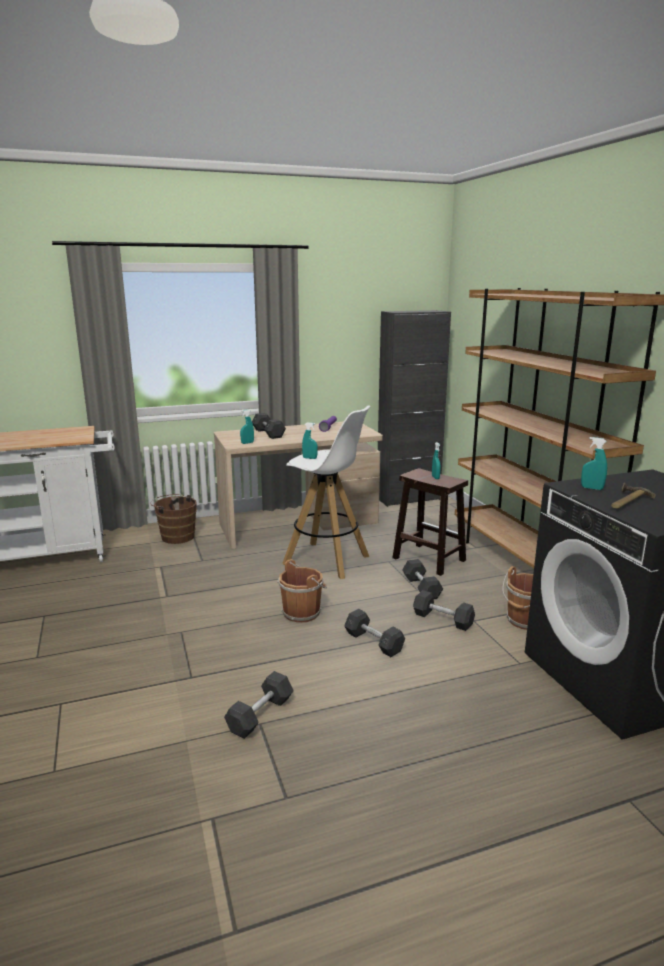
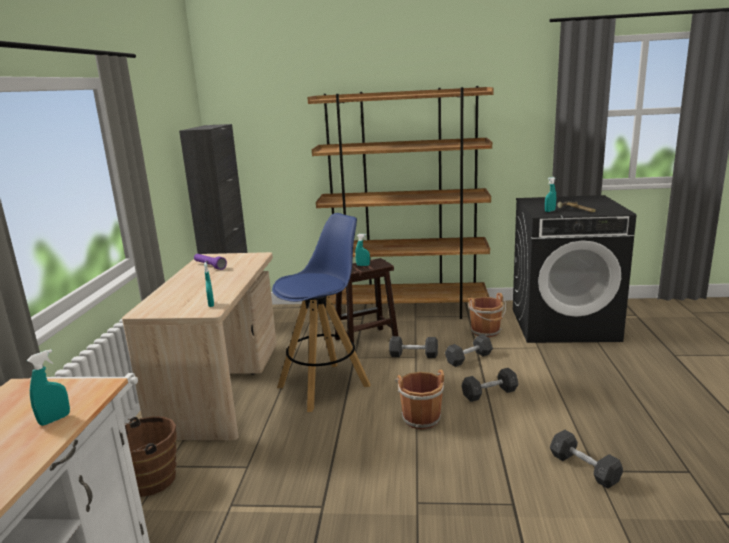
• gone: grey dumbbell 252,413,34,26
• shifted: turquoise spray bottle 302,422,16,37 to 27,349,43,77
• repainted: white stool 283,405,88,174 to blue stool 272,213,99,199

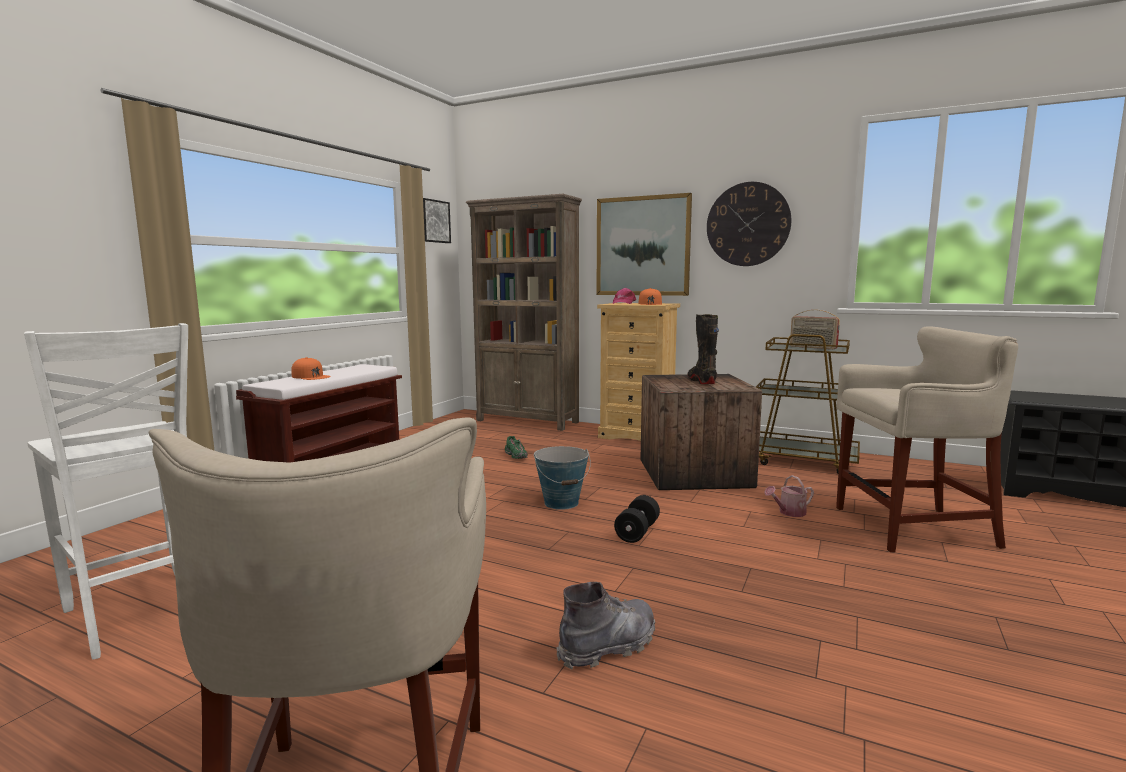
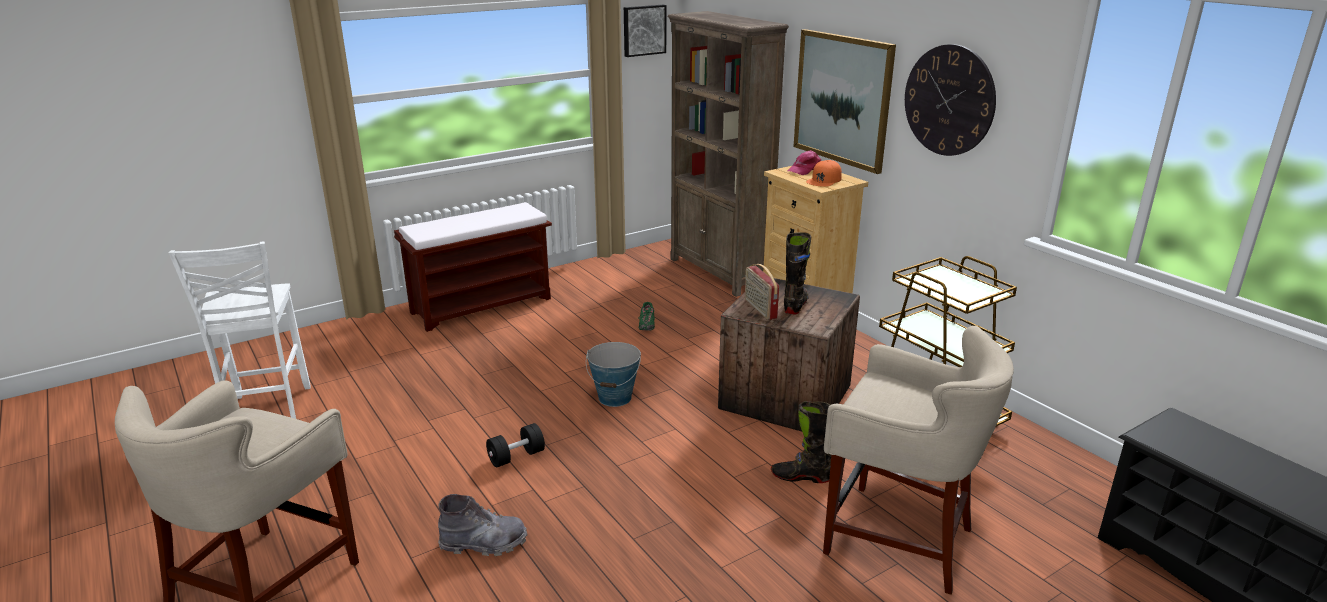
• gone: orange cap 291,357,40,23
• shifted: black dumbbell 614,495,46,48 to 486,423,59,45
• shifted: radio 790,310,50,39 to 745,264,34,56
• swapped: watering can 764,475,50,42 to black boot 771,401,60,82

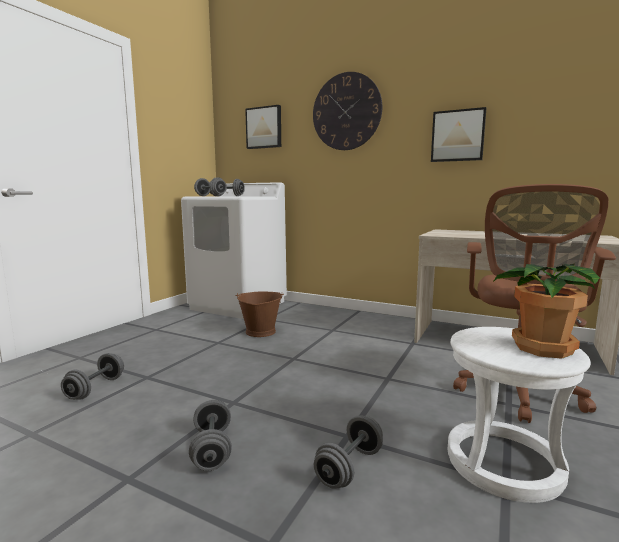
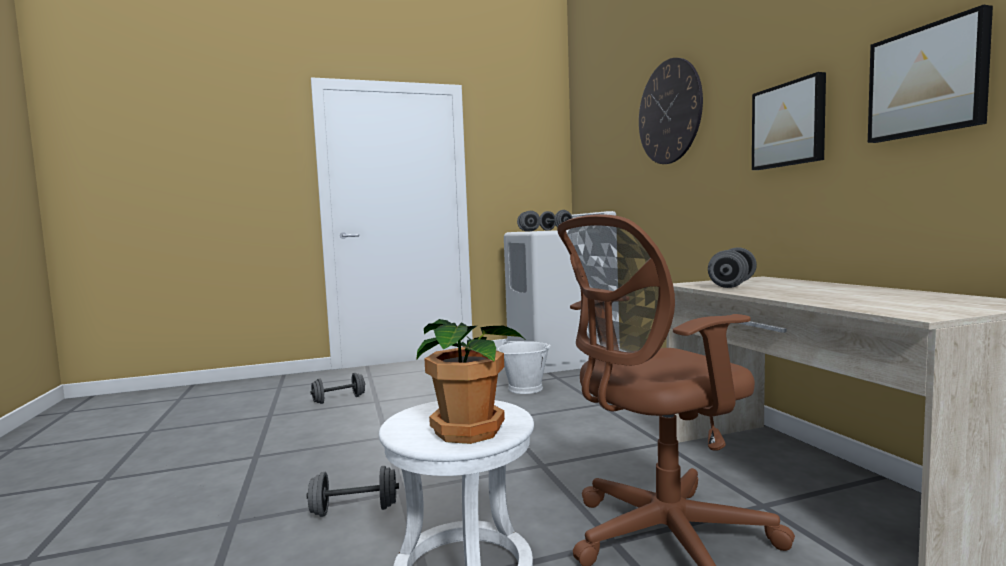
• shifted: grey dumbbell 189,400,43,71 to 708,247,49,41
• shifted: picture 245,105,36,44 to 868,5,125,138
• repainted: brown bucket 235,291,49,46 to white bucket 498,339,53,55

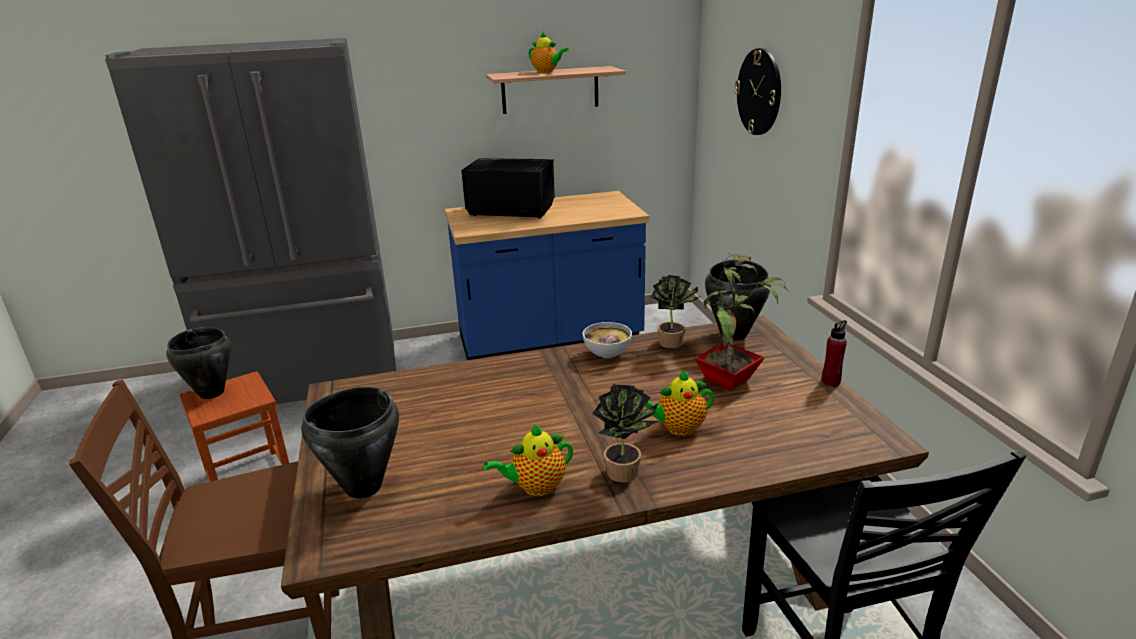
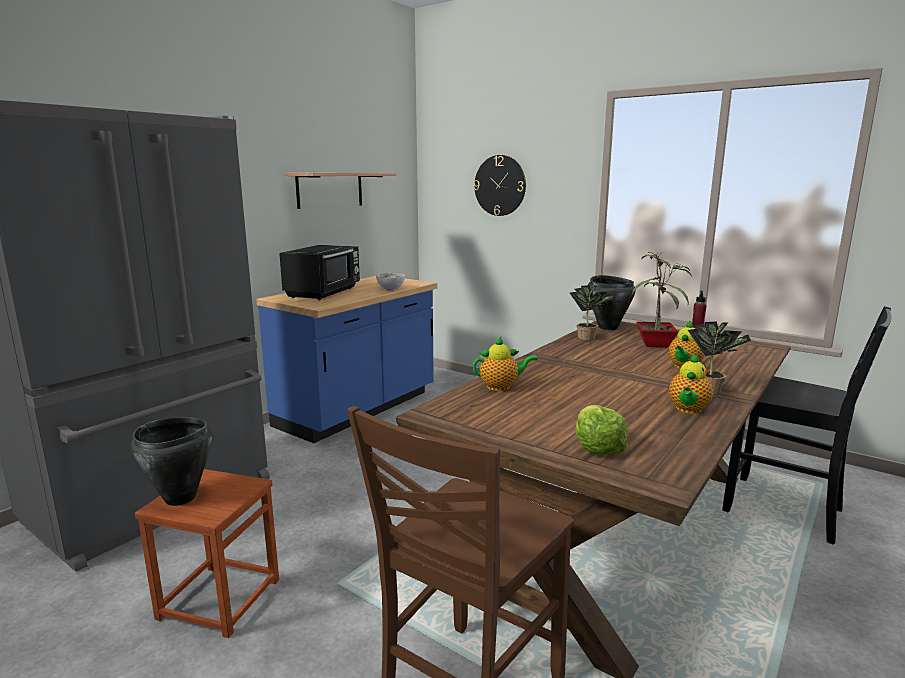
• shifted: teapot 529,32,40,41 to 473,337,65,54
• shifted: bowl 583,322,49,36 to 376,273,29,17
• swapped: black cooking pot 301,387,98,112 to lettuce 575,405,53,50
• rotated: black microwave 461,158,94,60 = 279,245,81,55 135 degrees clockwise

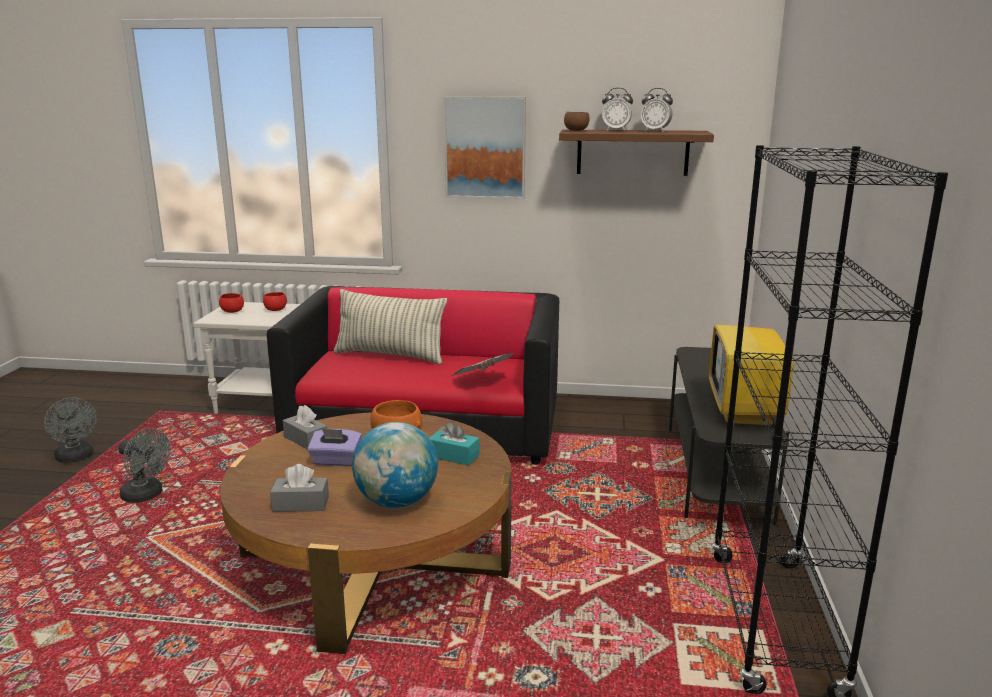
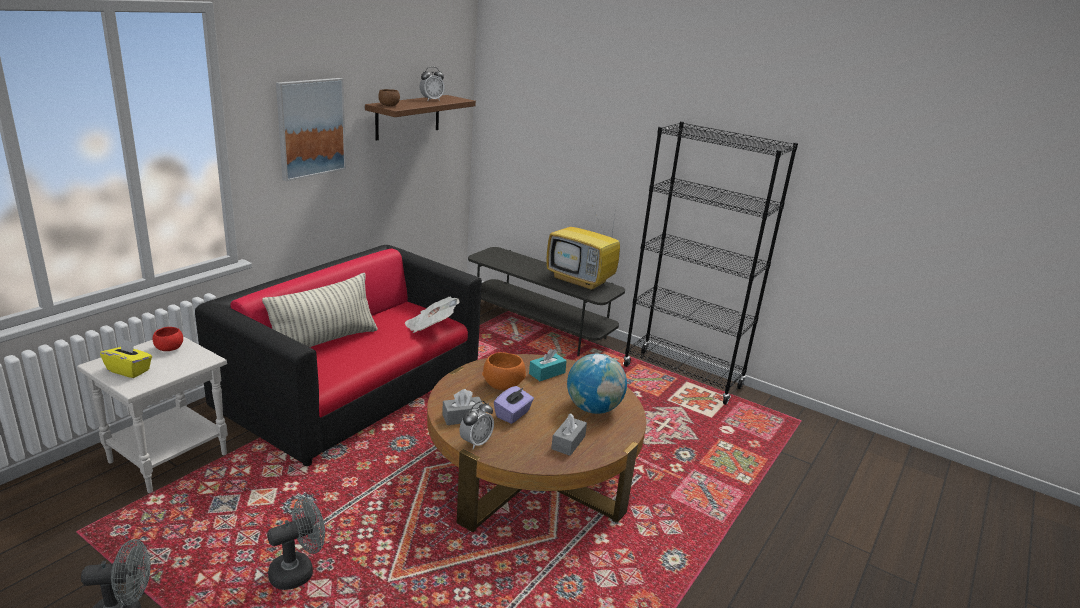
• shifted: alarm clock 602,88,31,43 to 459,401,35,49
• swapped: red bowl 219,293,25,20 to yellow tissue box 100,339,52,39

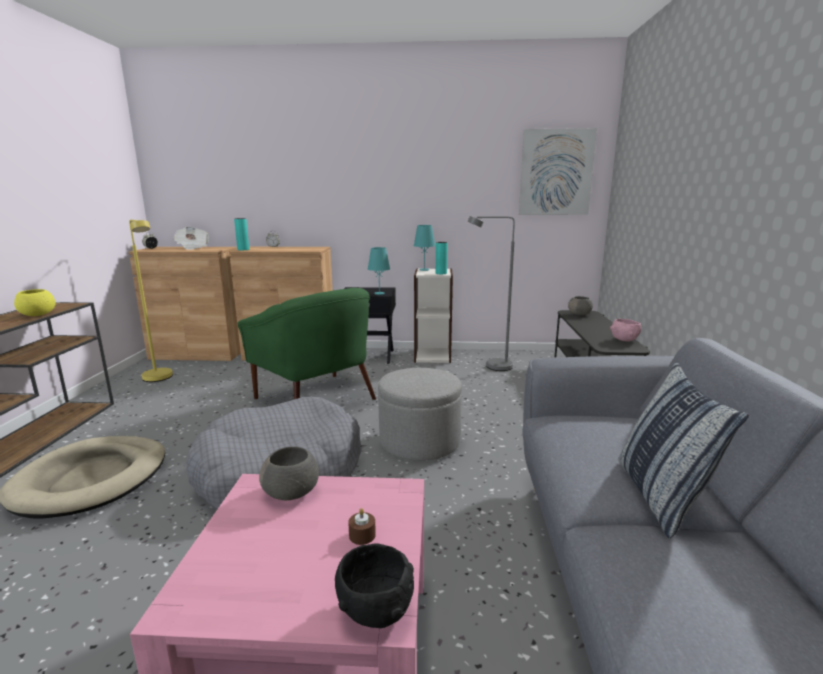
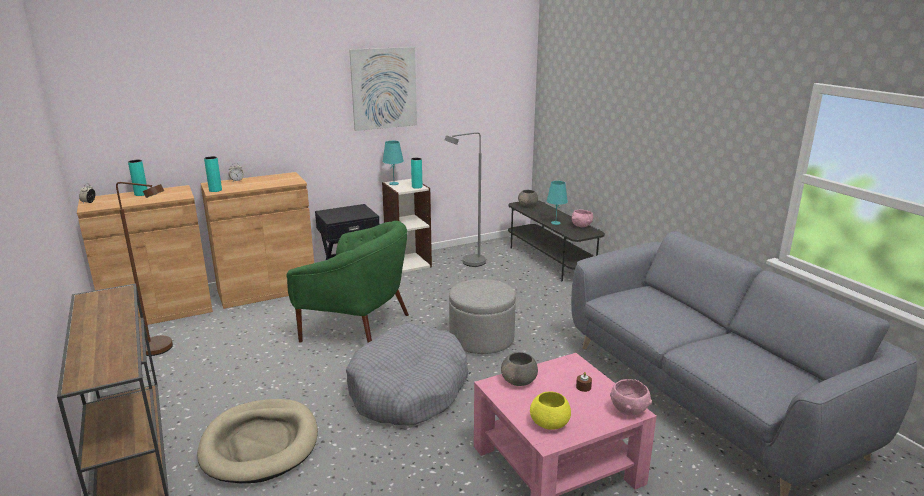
• gone: pillow 618,362,131,176
• shifted: yellow bowl 14,289,42,27 to 530,391,41,39
• shifted: turquoise table lamp 368,247,22,48 to 547,181,21,44
• shifted: picture 519,128,78,87 to 349,47,68,84
• swapped: newspaper 173,227,36,23 to turquoise vase 128,160,19,36
• repainted: yellow floor lamp 129,220,44,162 to brown floor lamp 116,182,57,174
• repainted: black bowl 335,543,79,85 to pink bowl 610,379,42,37

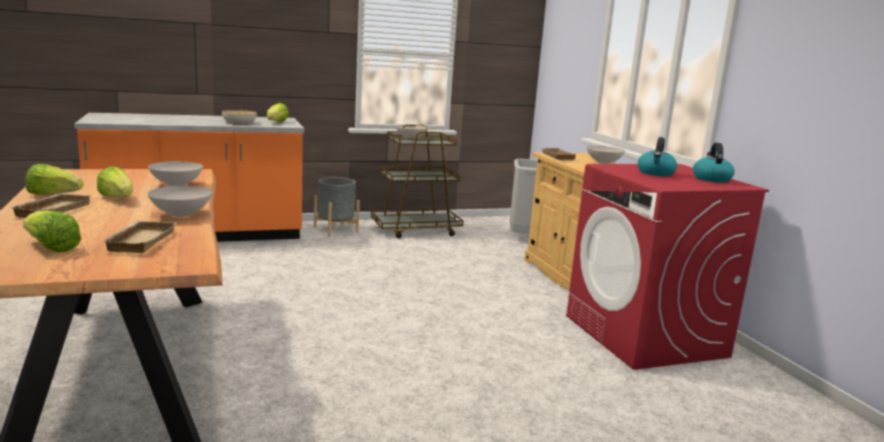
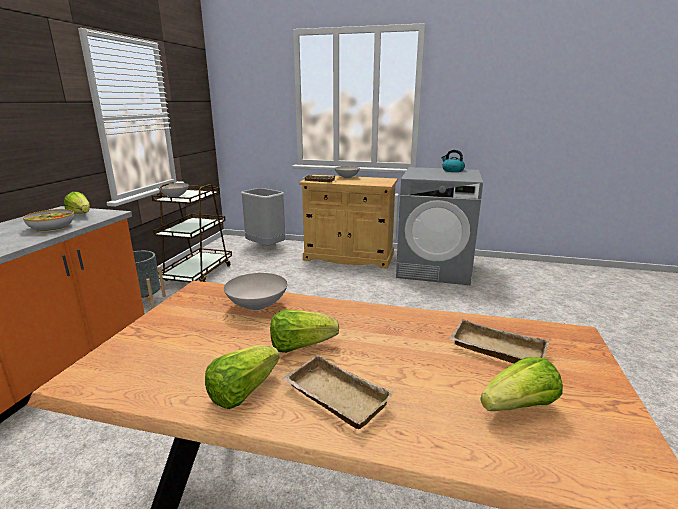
• gone: white bowl 147,186,65,31
• gone: kettle 638,137,39,39
• repainted: red washing machine 566,164,203,206 to grey washing machine 396,167,87,118

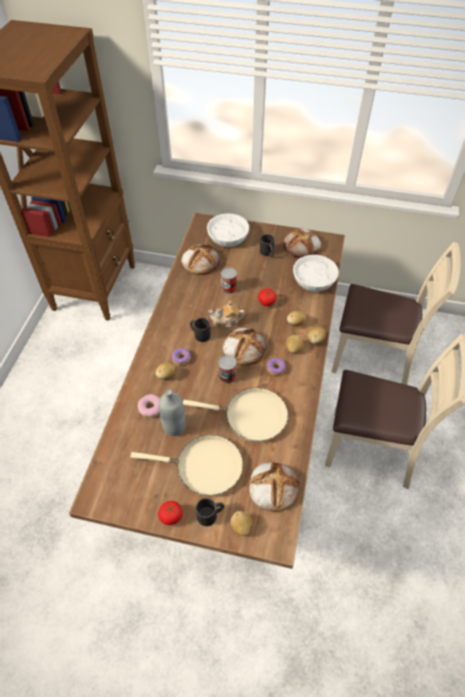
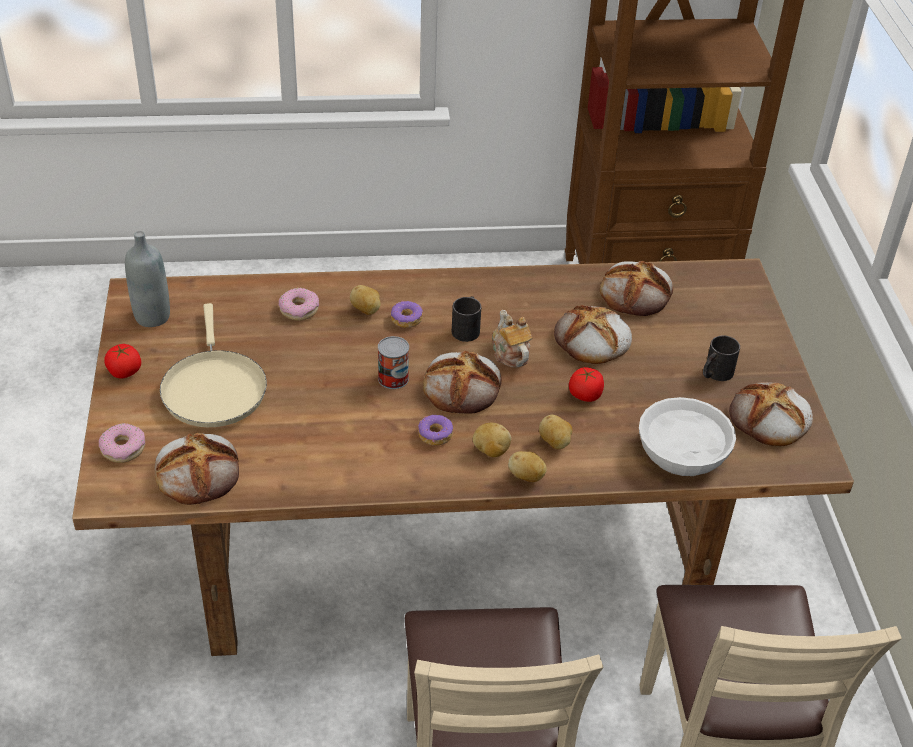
• gone: beige frying pan 183,388,105,54
• gone: black mug 196,498,28,28
• gone: white bowl 207,213,42,34
• shifted: grey bottle 159,389,27,47 to 125,231,45,96
• swapped: can 221,267,16,27 to bread 554,305,78,59
• swapped: potato 230,511,23,25 to donut 99,423,46,40

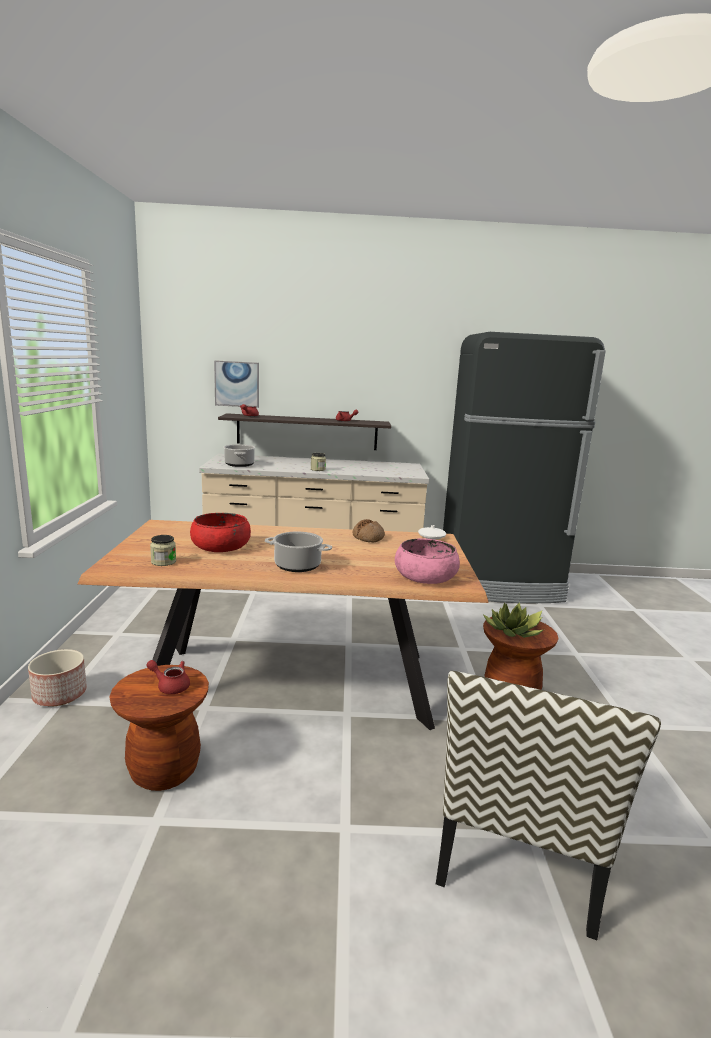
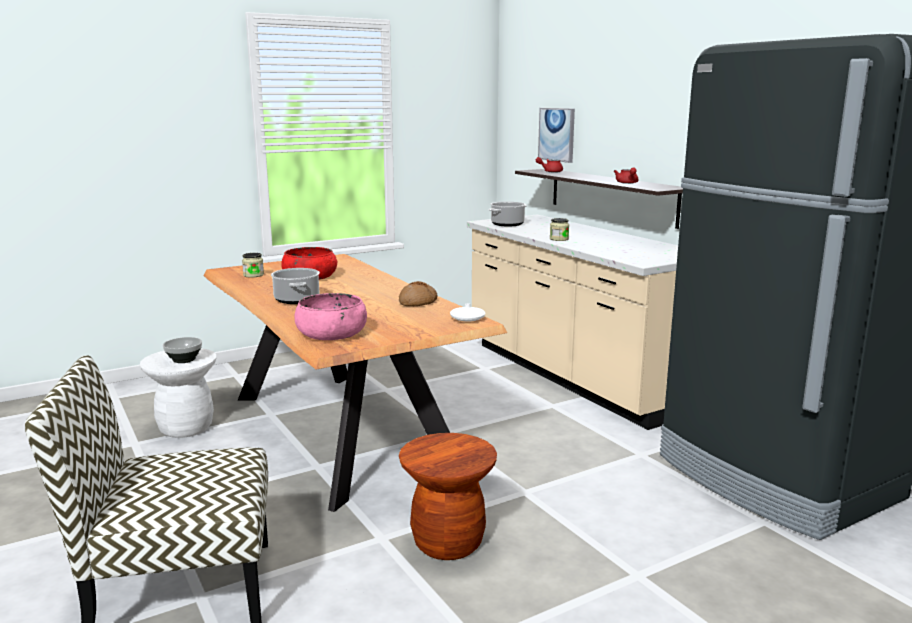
• gone: planter 28,649,59,58
• gone: potted plant 483,602,60,36
• swapped: red teapot 146,660,44,34 to bowl 163,337,39,26
• repainted: brown stool 109,665,100,126 to white stool 140,348,76,90

